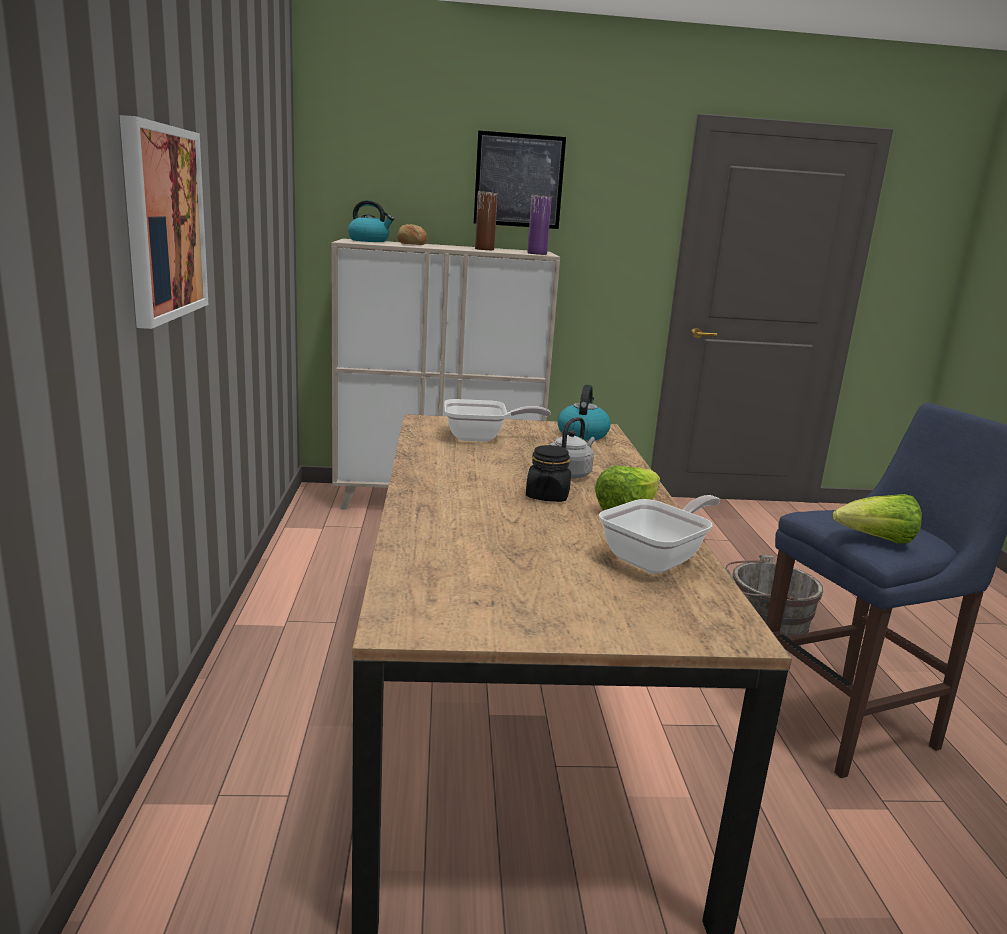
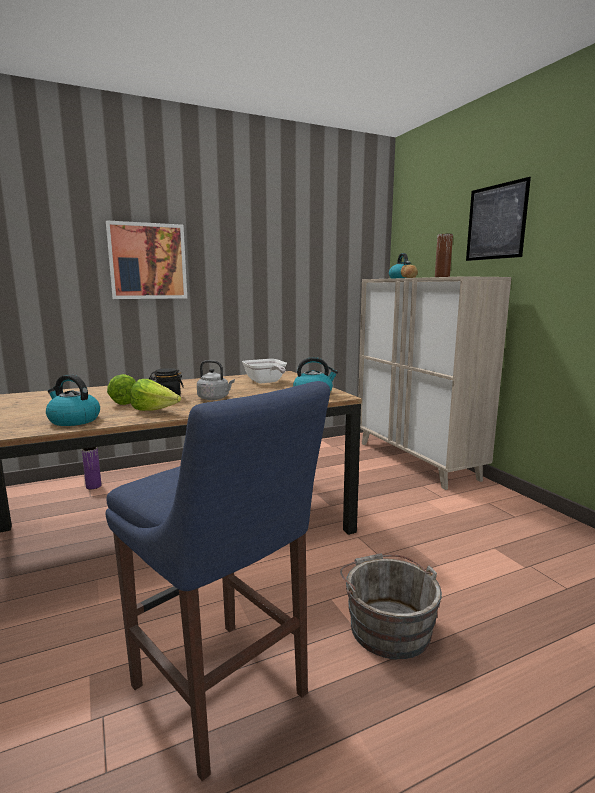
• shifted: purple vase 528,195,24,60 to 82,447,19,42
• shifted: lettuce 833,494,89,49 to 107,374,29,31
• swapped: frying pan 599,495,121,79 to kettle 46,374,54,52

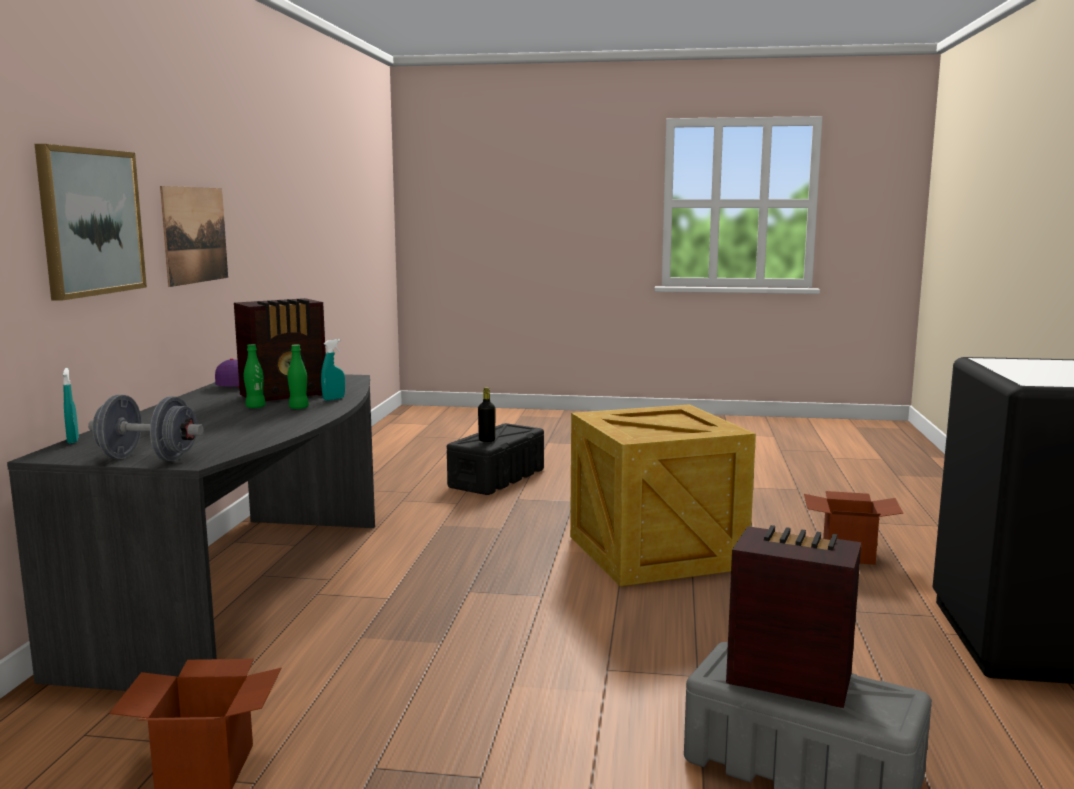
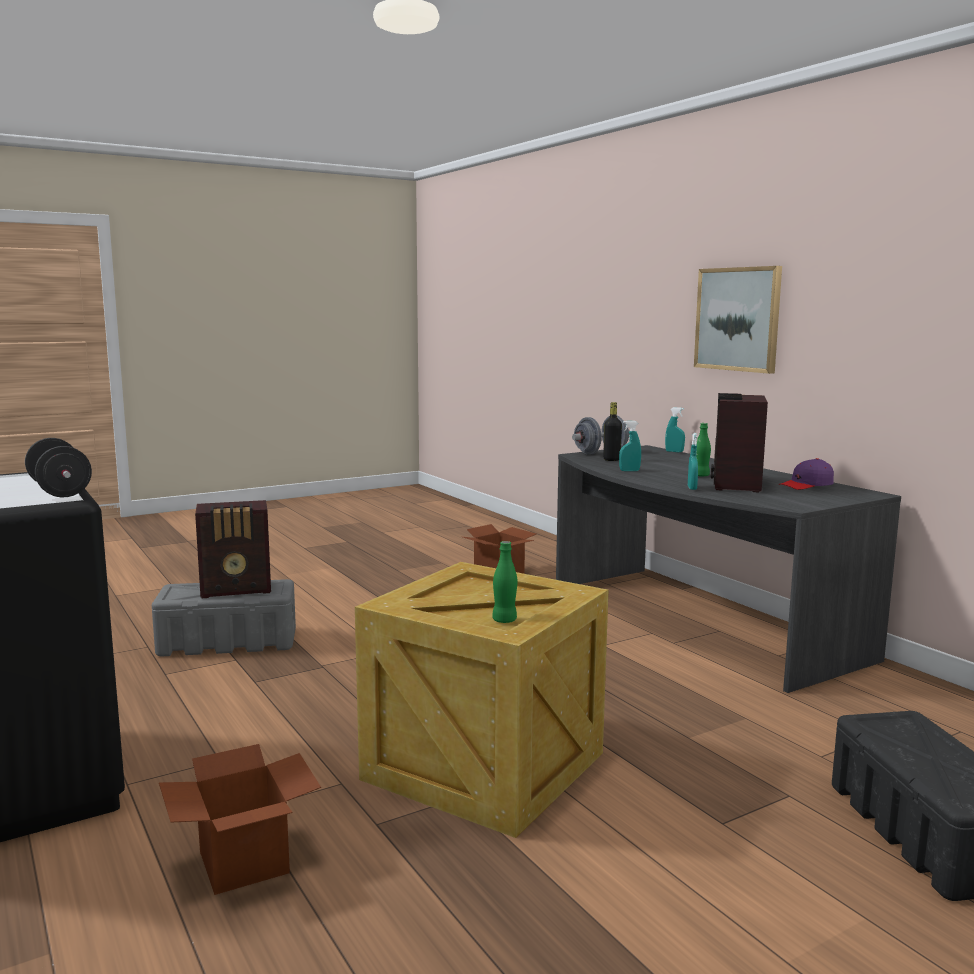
• gone: picture 160,186,68,101
• new: black dumbbell 25,438,67,59
• new: turquoise spray bottle 619,421,22,50
• shifted: green bottle 287,344,22,65 to 492,541,26,82
• shifted: black bottle 478,387,17,55 to 603,402,19,59

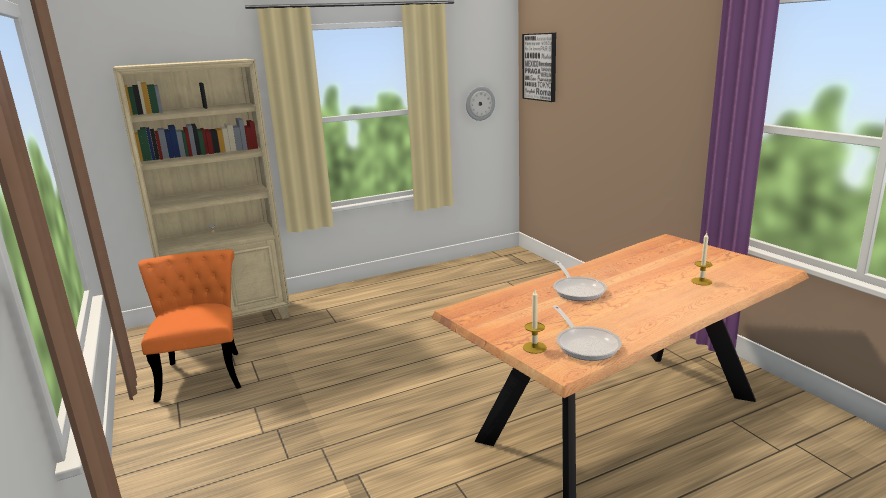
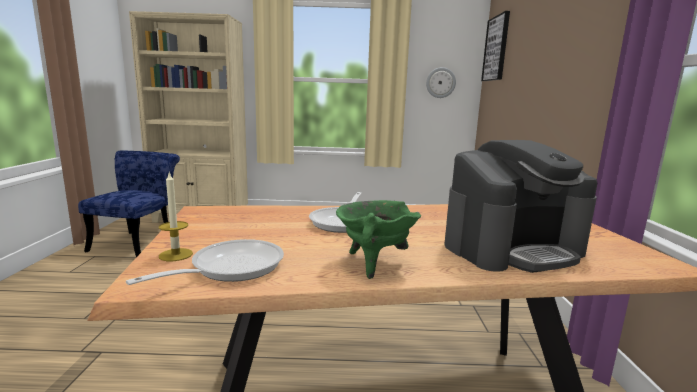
• new: green cooking pot 336,200,85,79
• swapped: candle 691,233,22,53 to coffee machine 444,140,153,133
• repainted: orange chair 138,249,103,153 to blue chair 78,150,102,107
• rotated: frying pan 553,305,69,56 = 126,239,158,46 150 degrees counterclockwise

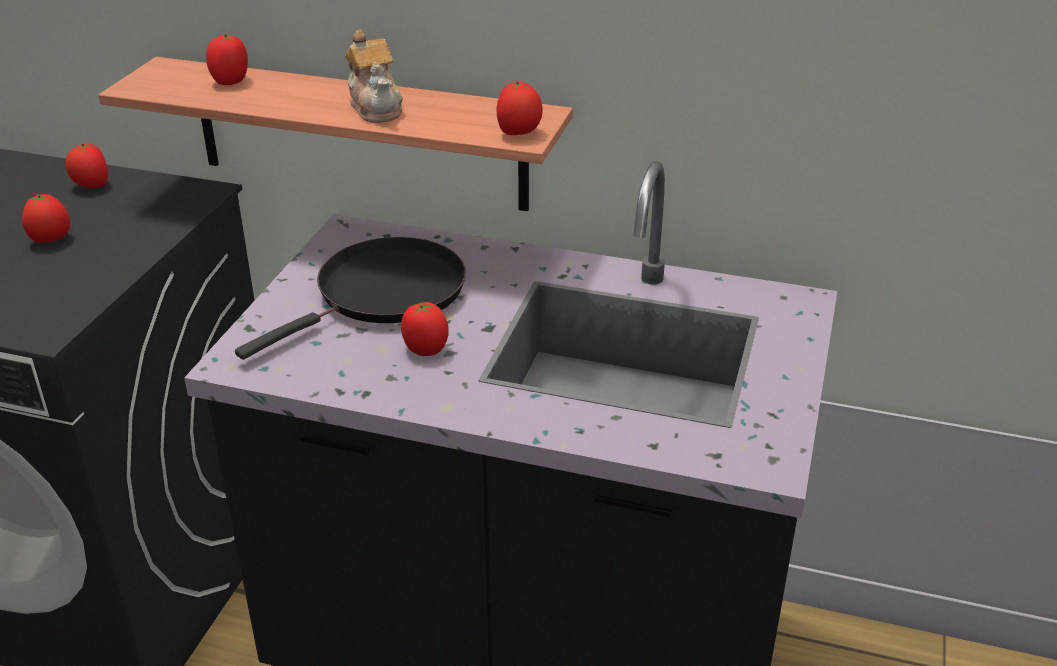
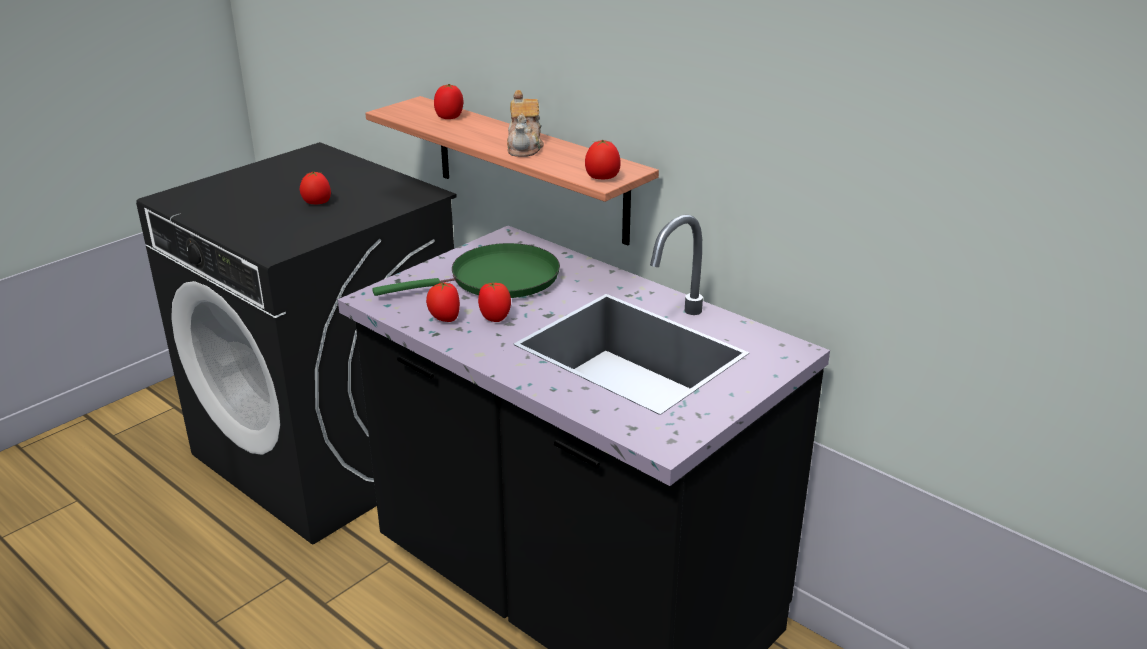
• shifted: tomato 65,143,43,45 to 426,282,34,40
• repainted: black frying pan 235,237,231,123 to green frying pan 373,243,187,55

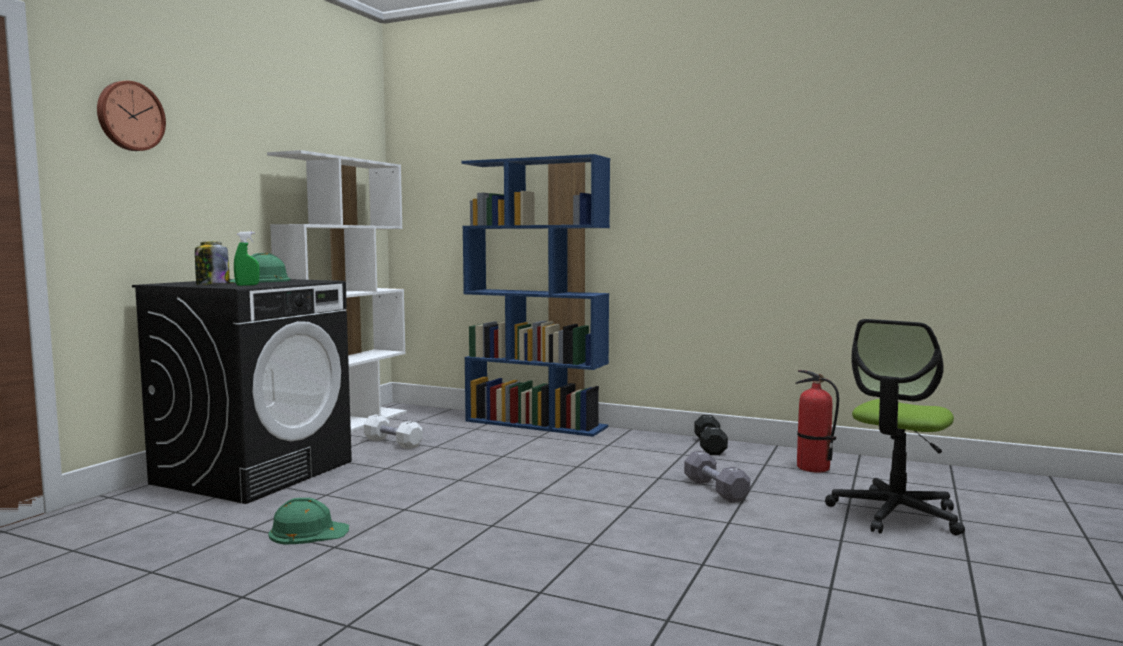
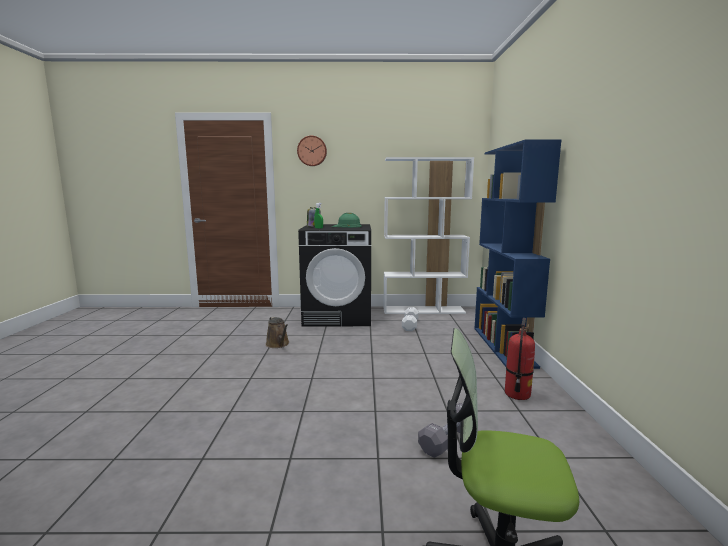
• gone: black dumbbell 694,415,34,40
• shifted: fire extinguisher 796,370,43,103 to 505,318,30,82
• swapped: green hard hat 269,498,80,47 to brown watering can 266,316,23,32

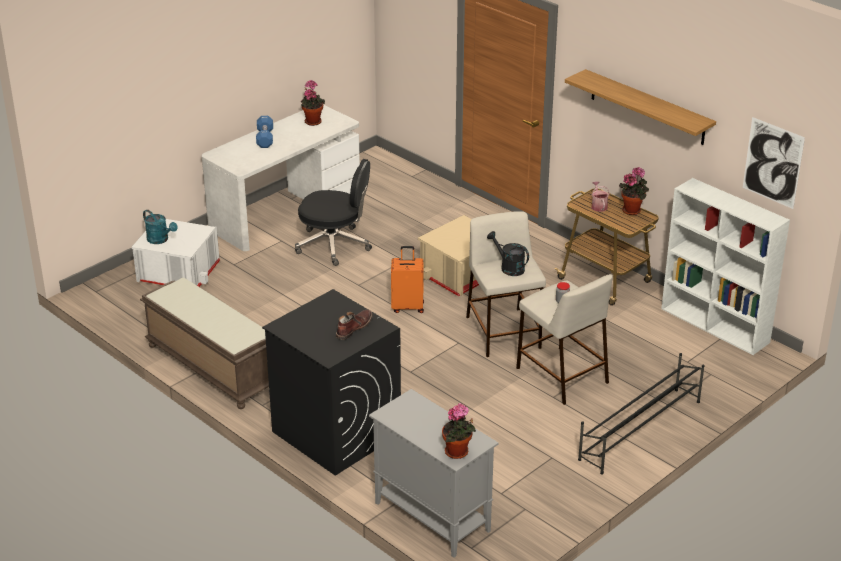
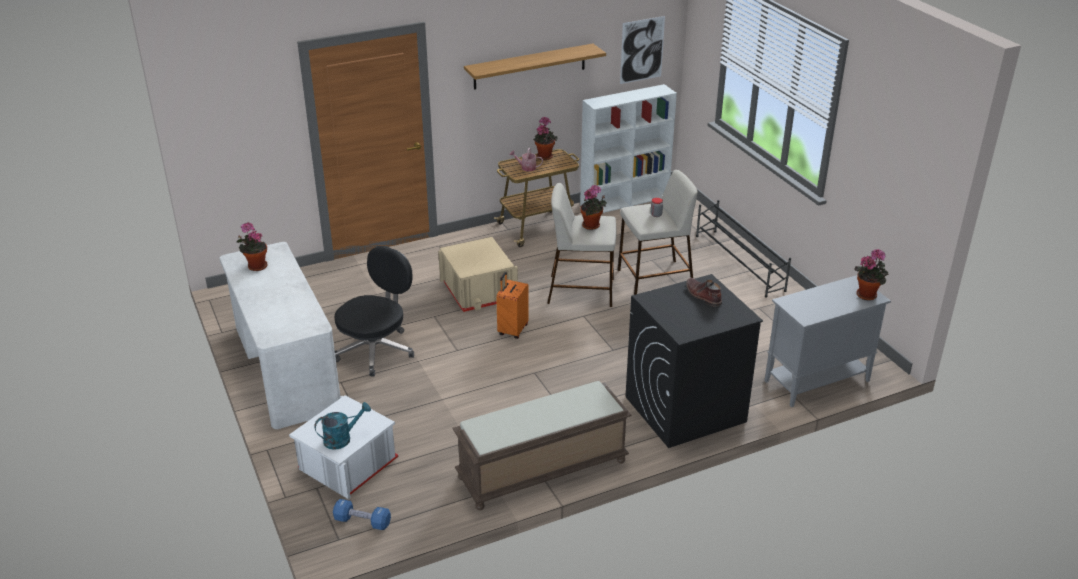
• shifted: blue dumbbell 256,116,17,32 to 333,499,58,31
• swapped: black watering can 487,231,42,45 to potted plant 580,185,27,45

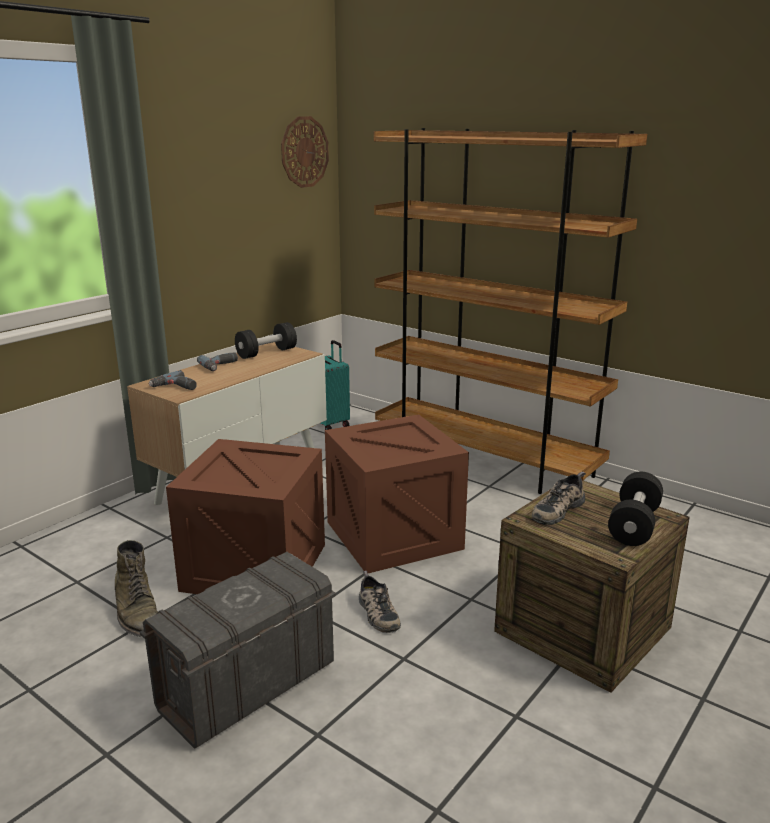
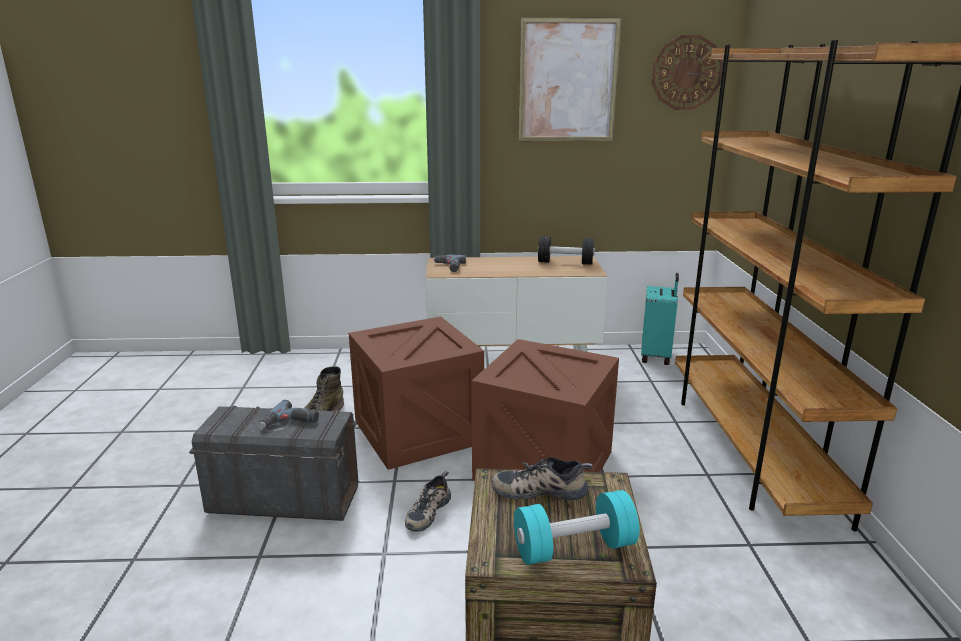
• new: picture 518,18,104,123
• shifted: power drill 197,352,41,19 to 259,400,60,28
• repainted: black dumbbell 608,472,55,74 to turquoise dumbbell 514,490,125,75

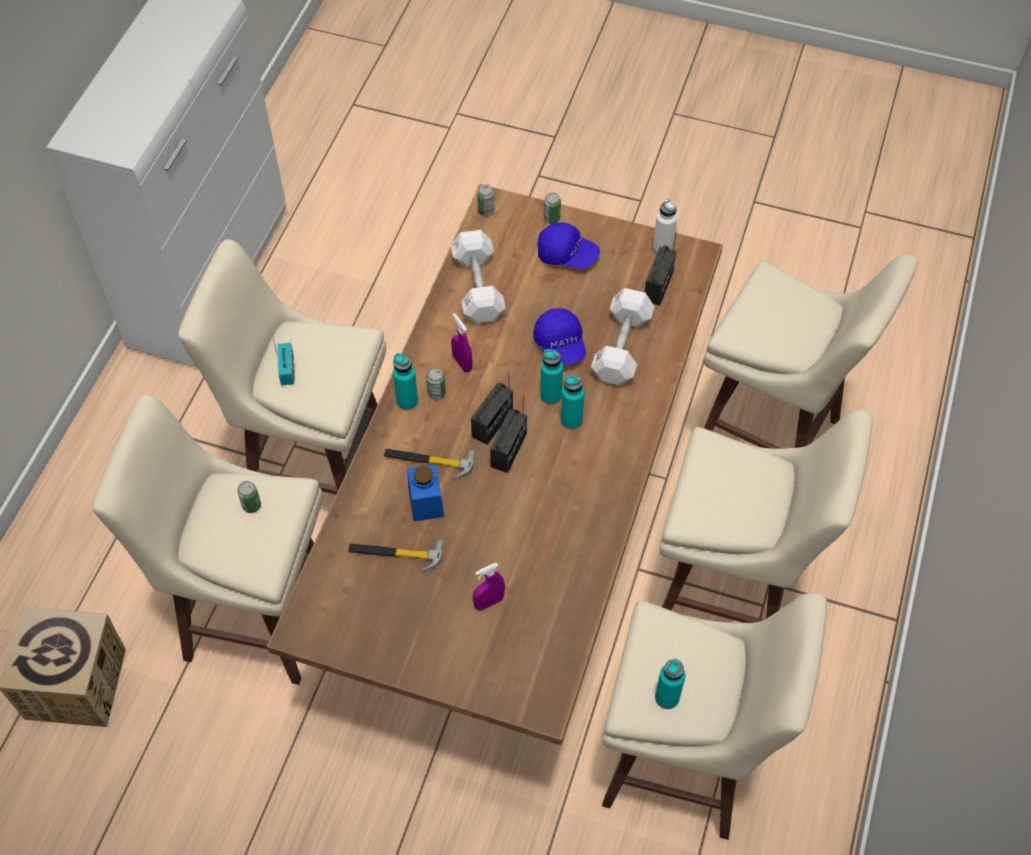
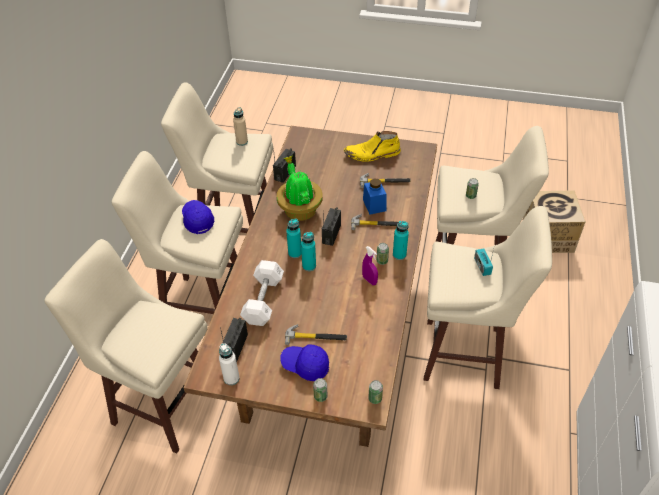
• gone: white dumbbell 451,230,55,93
• gone: purple spray bottle 473,563,32,48
• new: potted plant 277,156,46,65
• new: hammer 285,324,62,21
• new: yellow boot 344,131,57,31
• shifted: radio 471,368,42,77 to 273,147,23,36
• shifted: blue cap 533,308,53,57 to 182,200,32,34
• repainted: turquoise bottle 655,659,31,50 to beige bottle 233,107,15,39

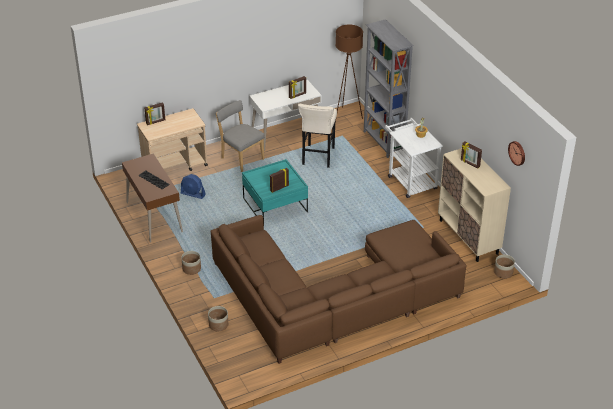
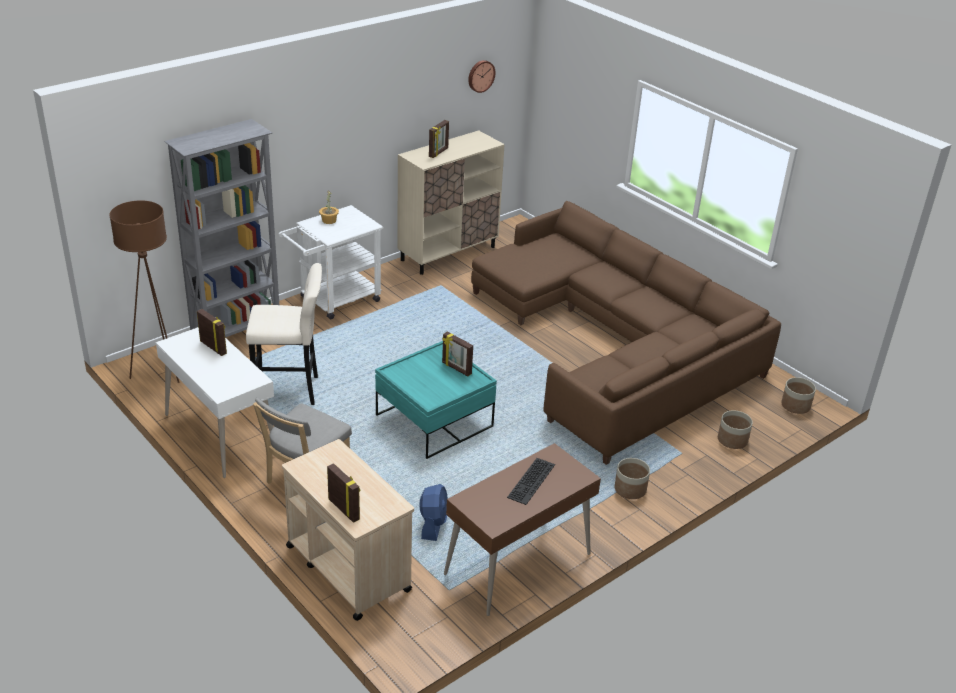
• shifted: planter 494,255,21,24 to 781,377,35,37

